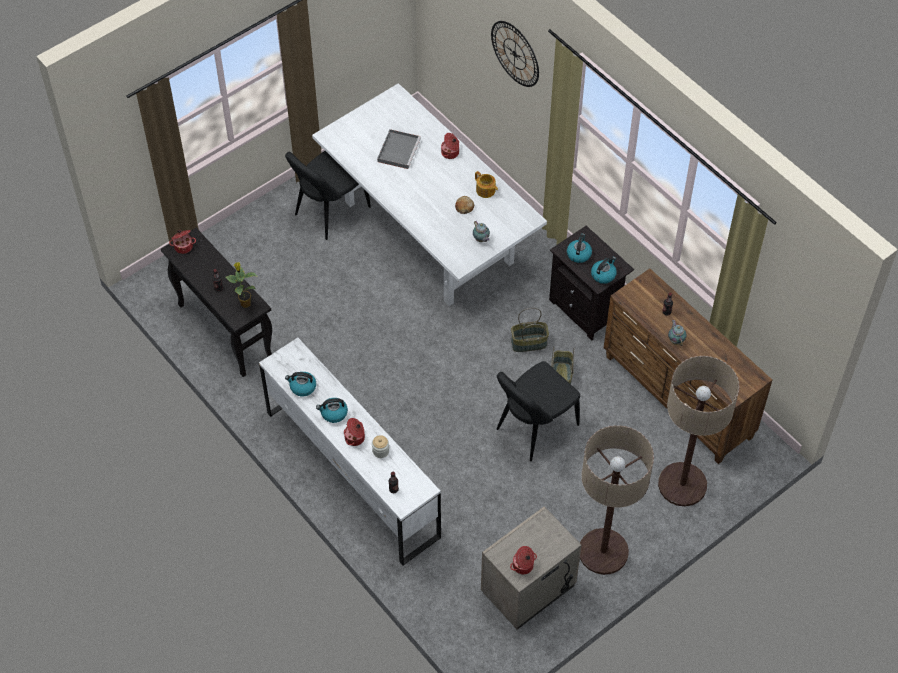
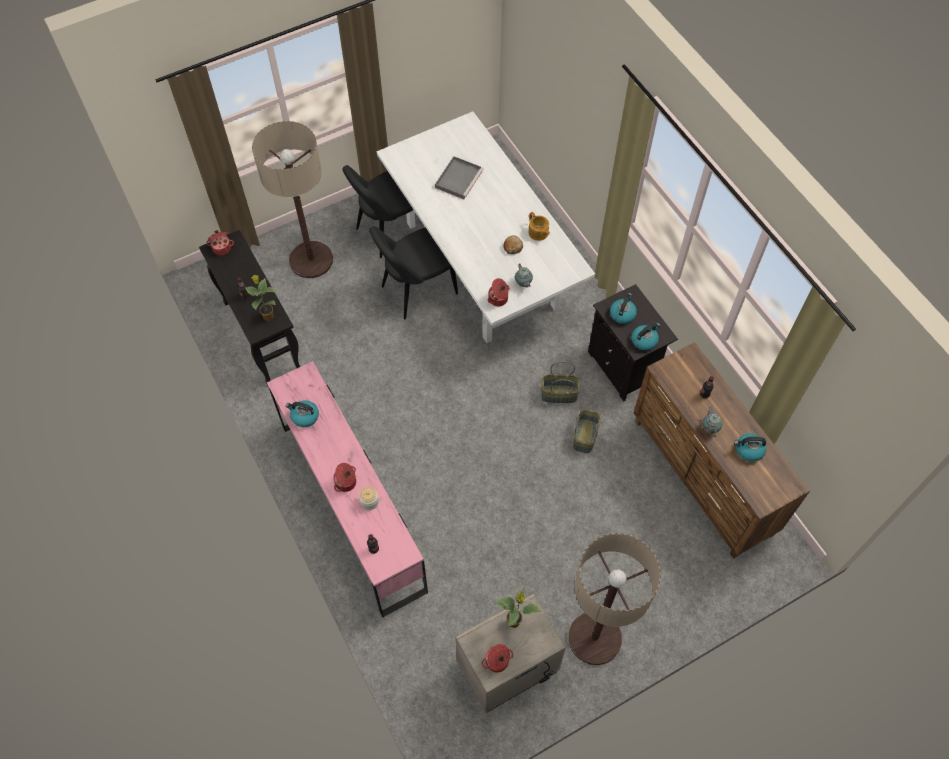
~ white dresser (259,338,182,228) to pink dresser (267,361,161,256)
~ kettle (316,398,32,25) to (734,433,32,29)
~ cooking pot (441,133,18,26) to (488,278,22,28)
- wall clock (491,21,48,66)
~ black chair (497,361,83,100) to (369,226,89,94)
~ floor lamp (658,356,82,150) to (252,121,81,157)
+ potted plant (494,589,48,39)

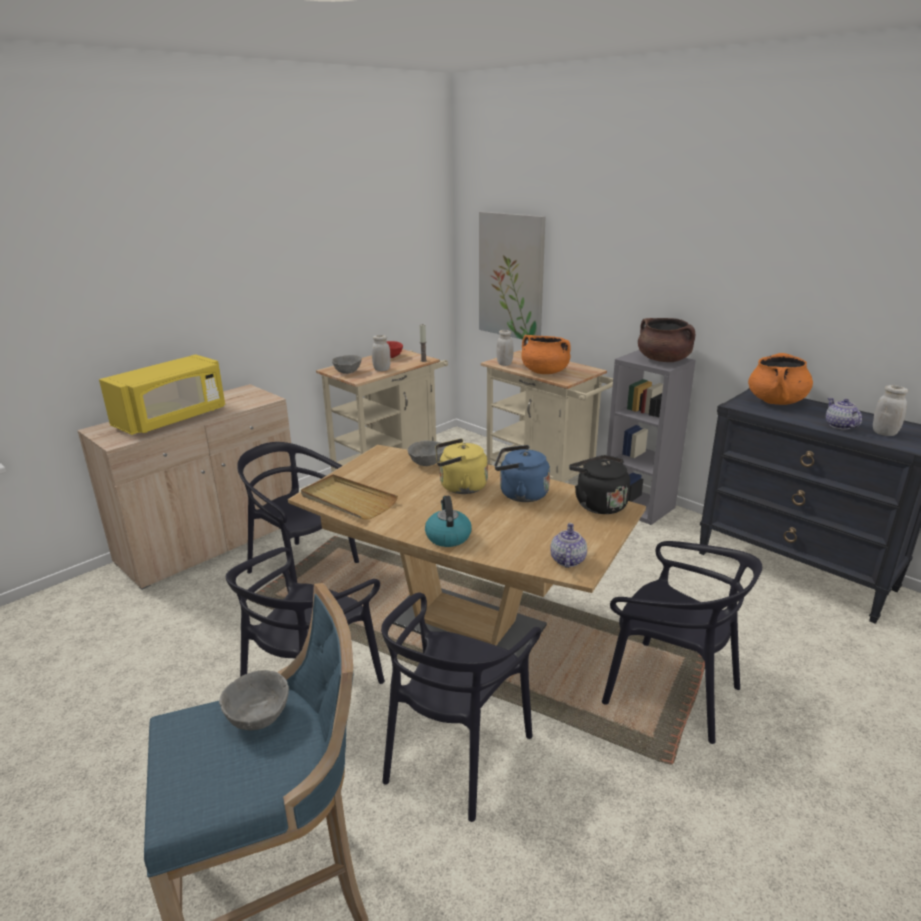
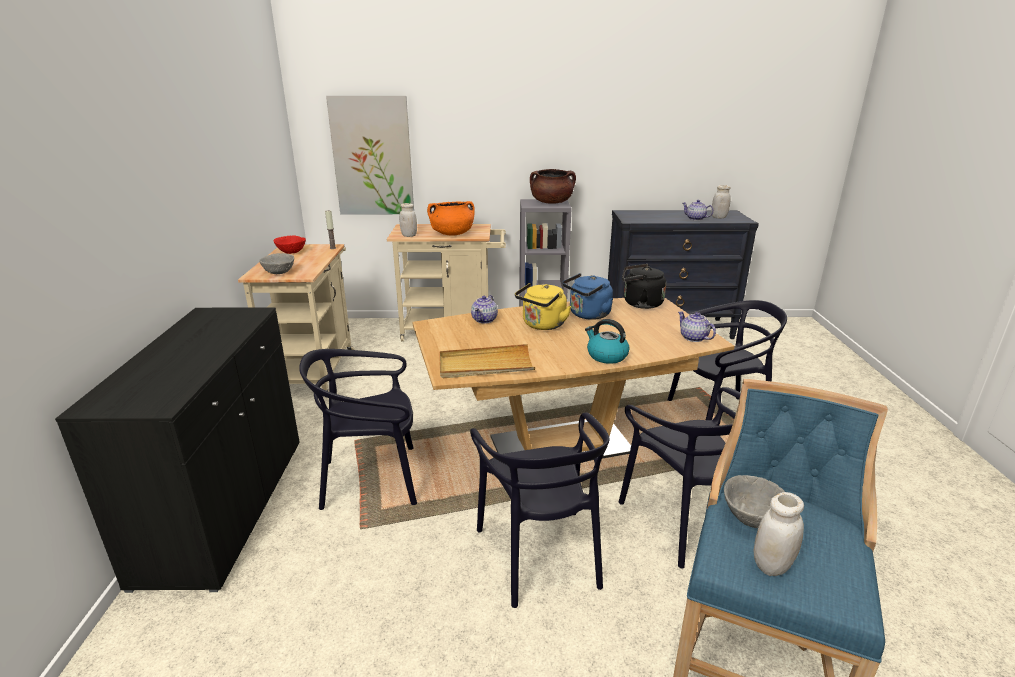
~ beige cabinet (77,384,215,206) to black cabinet (55,307,245,286)
- yellow microwave (99,354,126,81)
~ white jar (372,335,19,36) to (754,492,50,84)
~ grey bowl (407,441,40,25) to teapot (471,295,27,29)
- orange cooking pot (748,353,65,52)

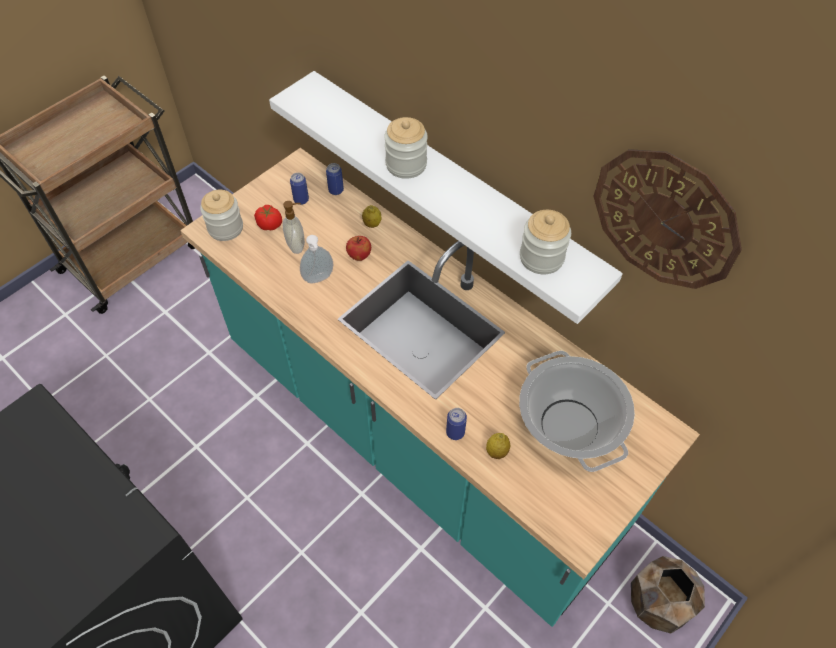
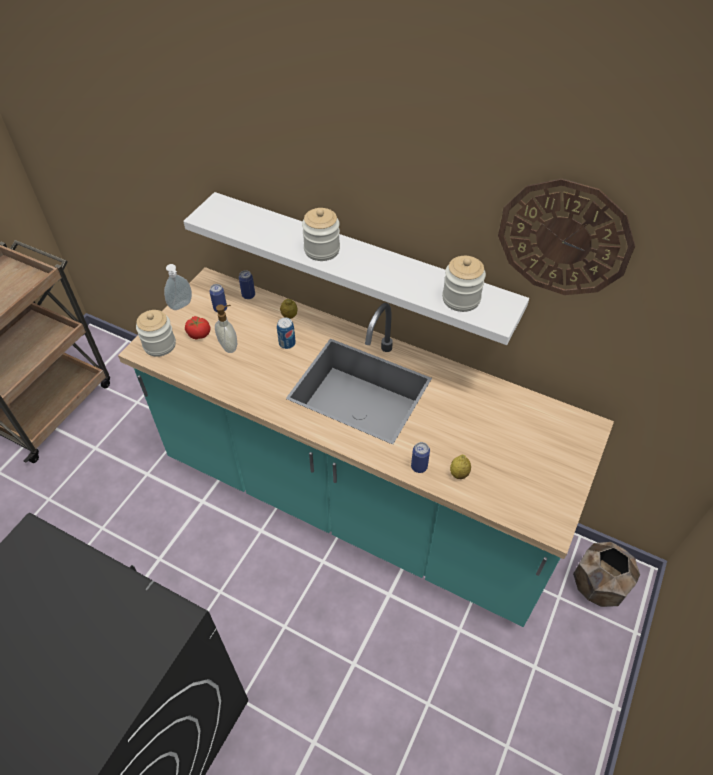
~ soap dispenser (300,235,33,49) to (164,264,28,46)
~ apple (346,236,25,25) to can (277,318,19,31)
- cooking pot (519,351,116,121)

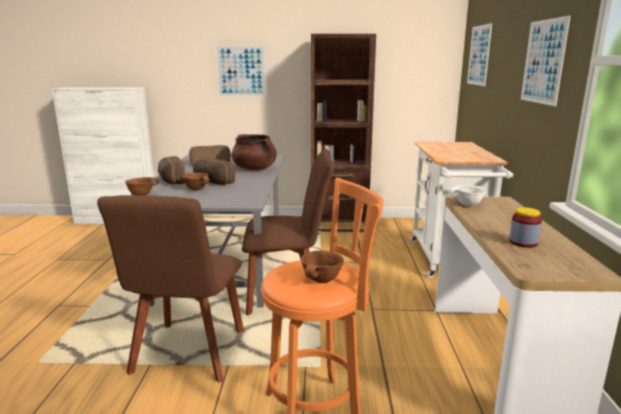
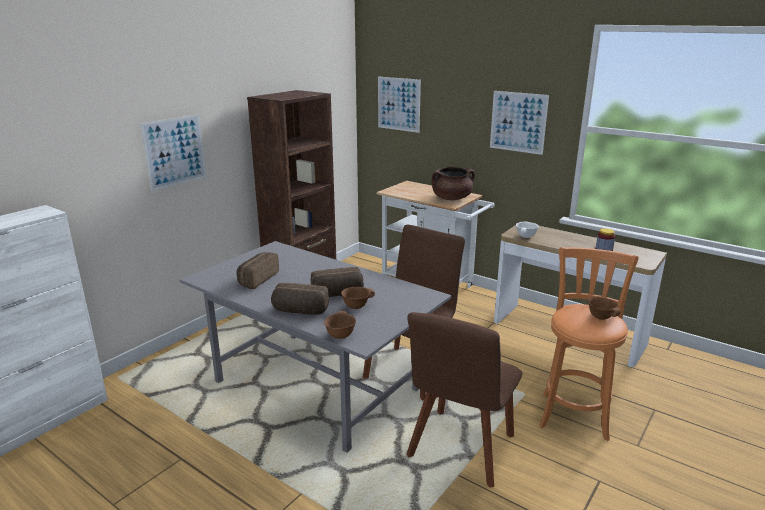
~ brown chair (97,195,147,188) = (407,312,115,176) 75 degrees clockwise
~ brown cooking pot (231,134,46,36) to (432,167,43,33)

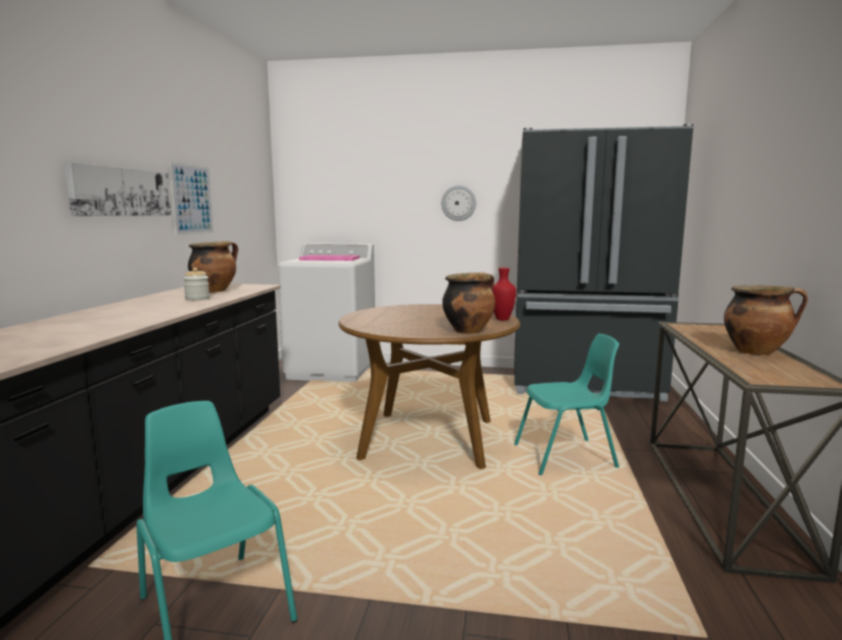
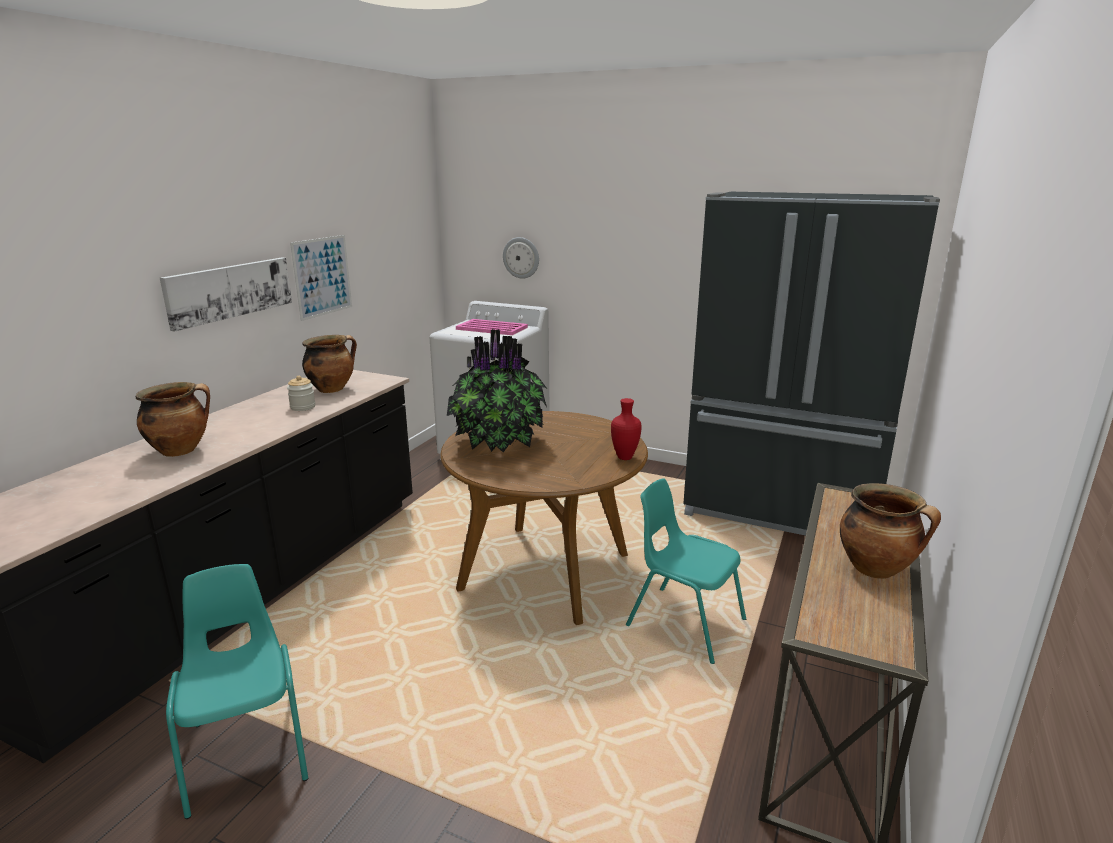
~ wall clock (441,185,35,36) to (503,237,36,42)
~ cooking pot (442,272,53,62) to (136,382,74,75)
~ turquoise chair (514,334,105,141) = (626,478,120,186) 150 degrees counterclockwise
+ potted plant (447,329,100,123)

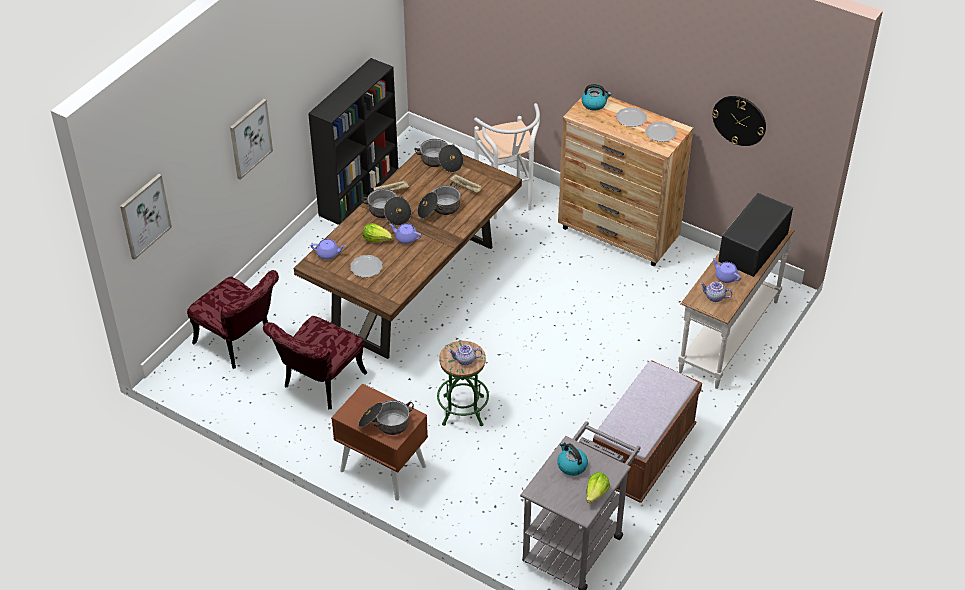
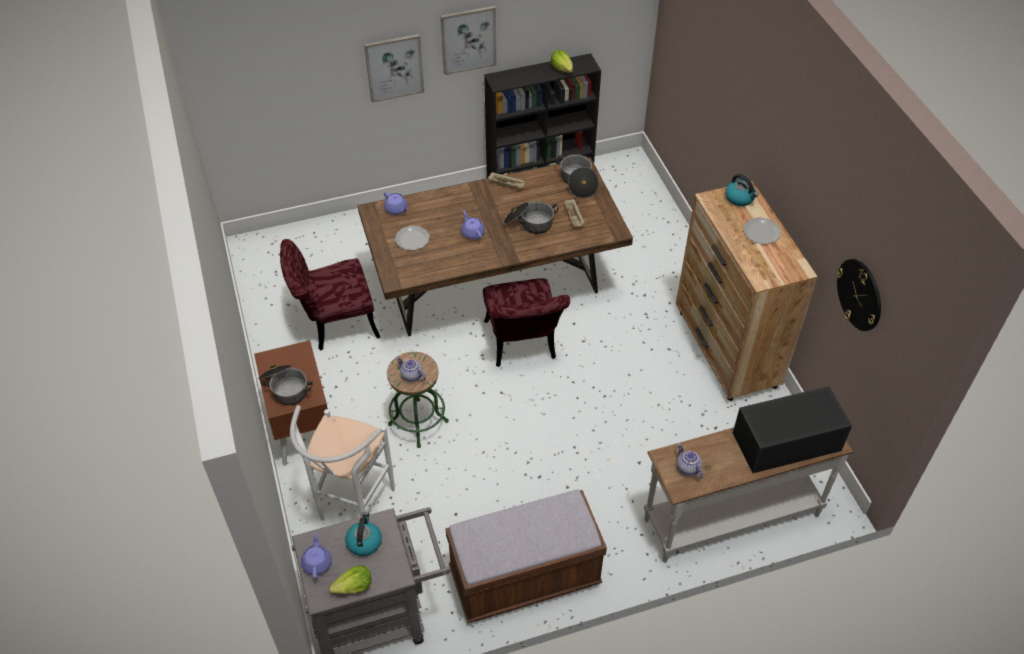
~ picture (120,174,52,86) to (441,6,56,69)
~ red chair (187,270,92,99) to (483,278,87,89)
- cooking pot (362,189,49,37)
~ lettuce (363,223,30,19) to (551,50,22,23)
~ white stool (474,103,66,116) to (290,405,105,116)
- plate (645,122,32,20)
~ purple teapot (713,258,28,25) to (301,532,31,47)

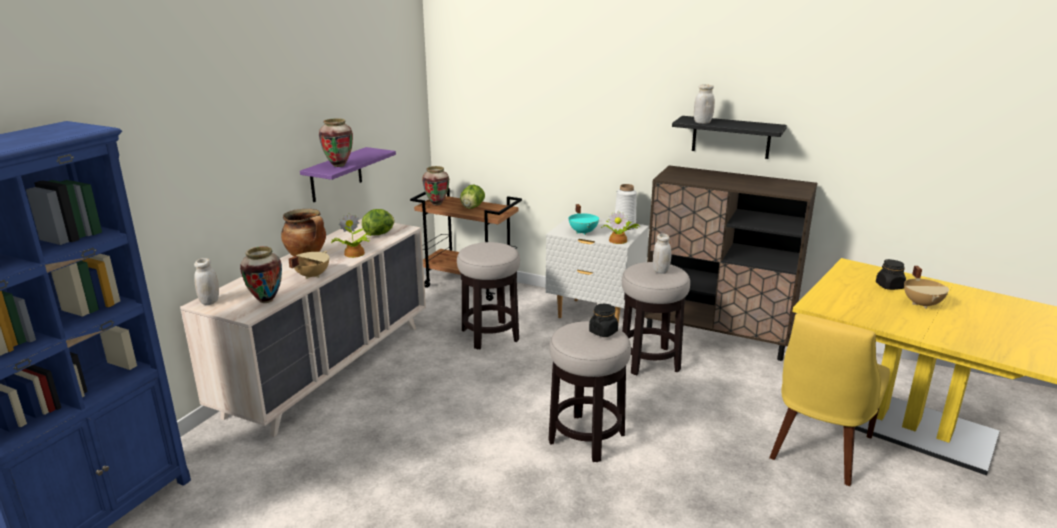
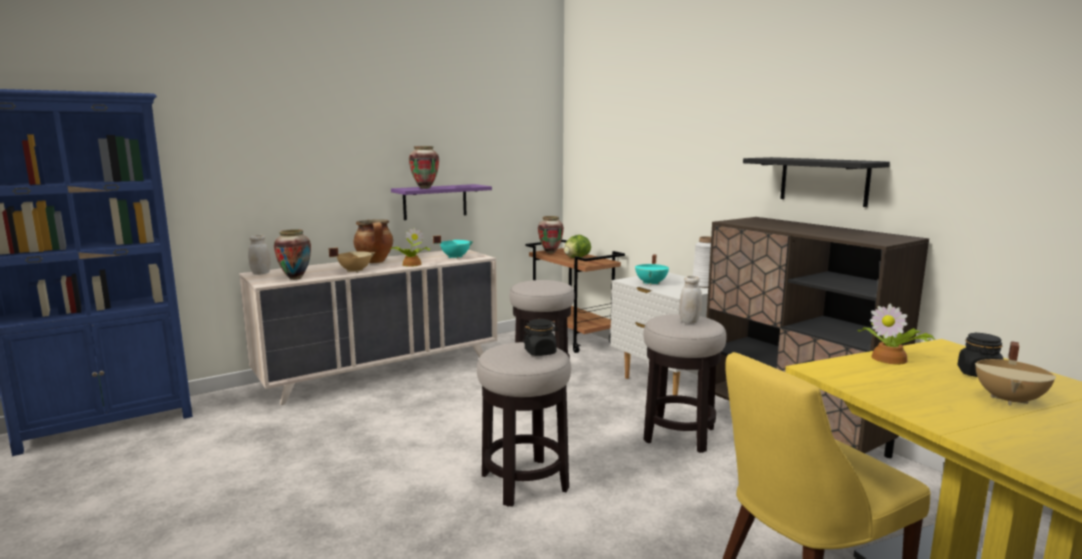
~ lettuce (362,209,32,26) to turquoise cooking pot (433,235,41,24)
~ potted plant (601,211,39,33) to (858,303,77,61)
- white jar (694,84,21,40)

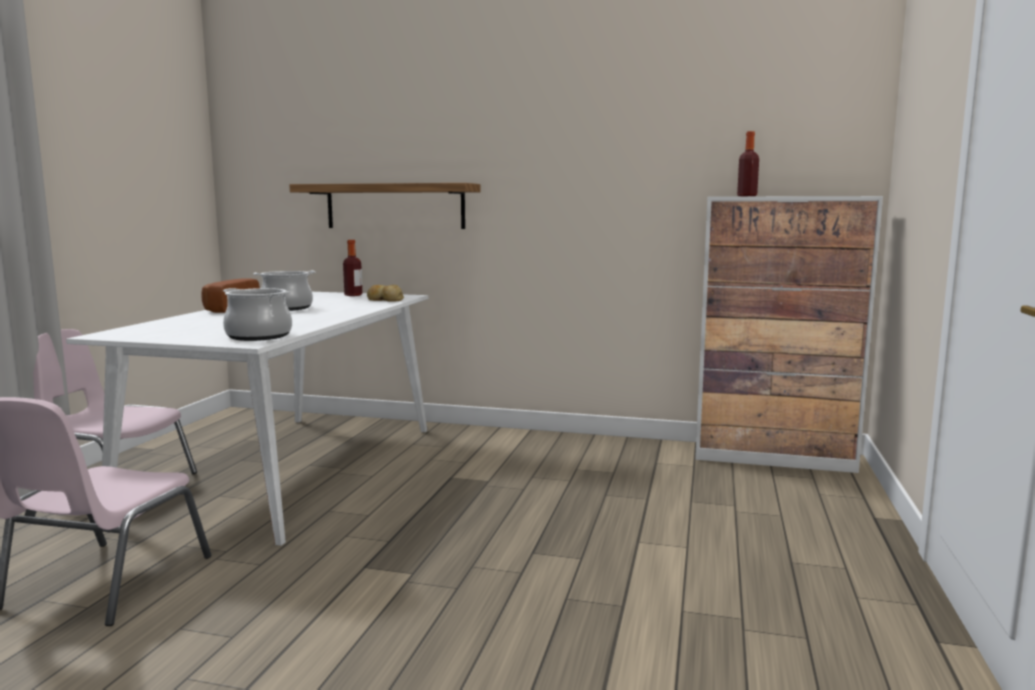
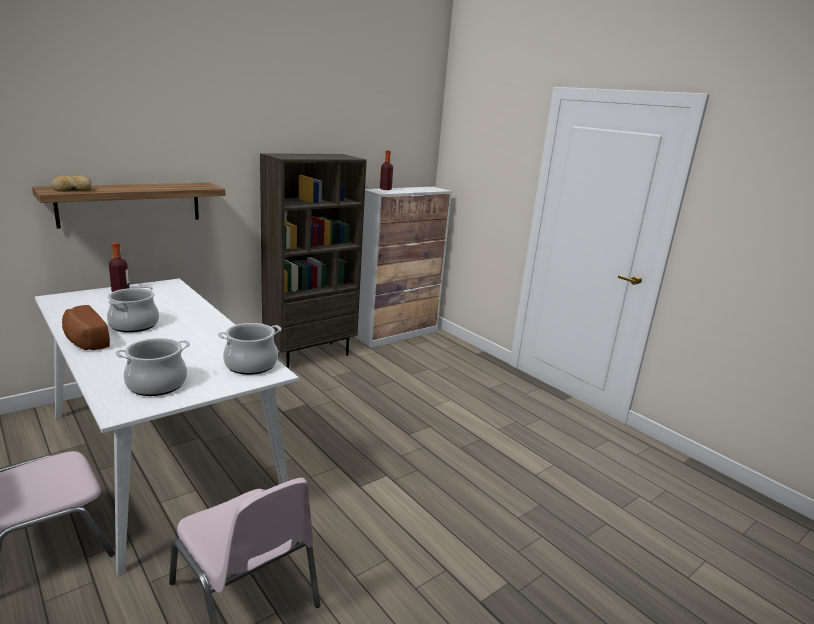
~ bread (367,285,37,17) to (51,175,41,17)
+ cooking pot (116,338,74,58)
+ brown bookcase (260,153,107,216)

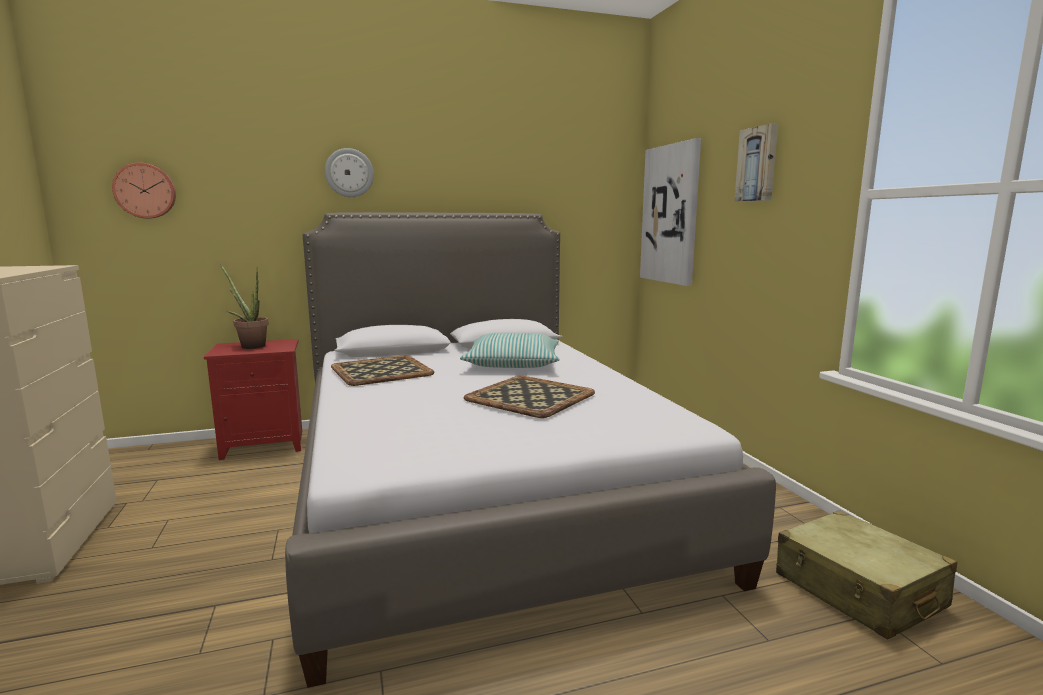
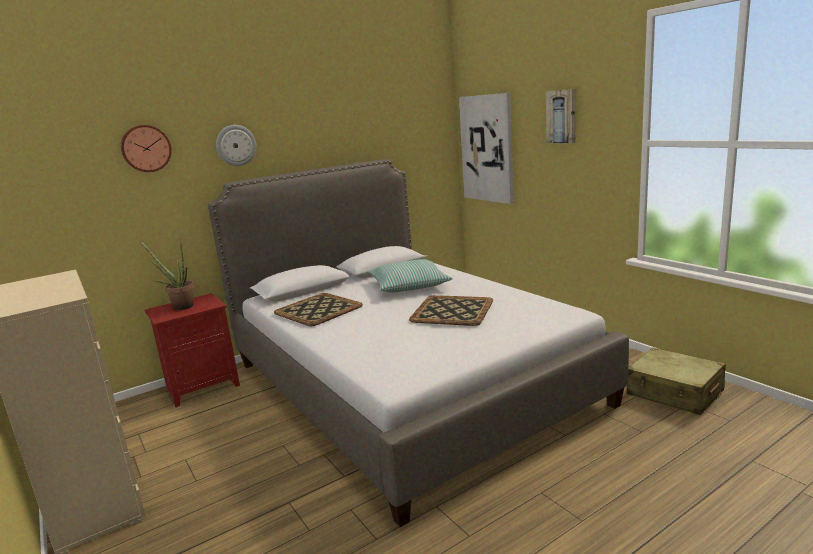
~ wall clock (112,162,64,56) to (121,125,51,47)

